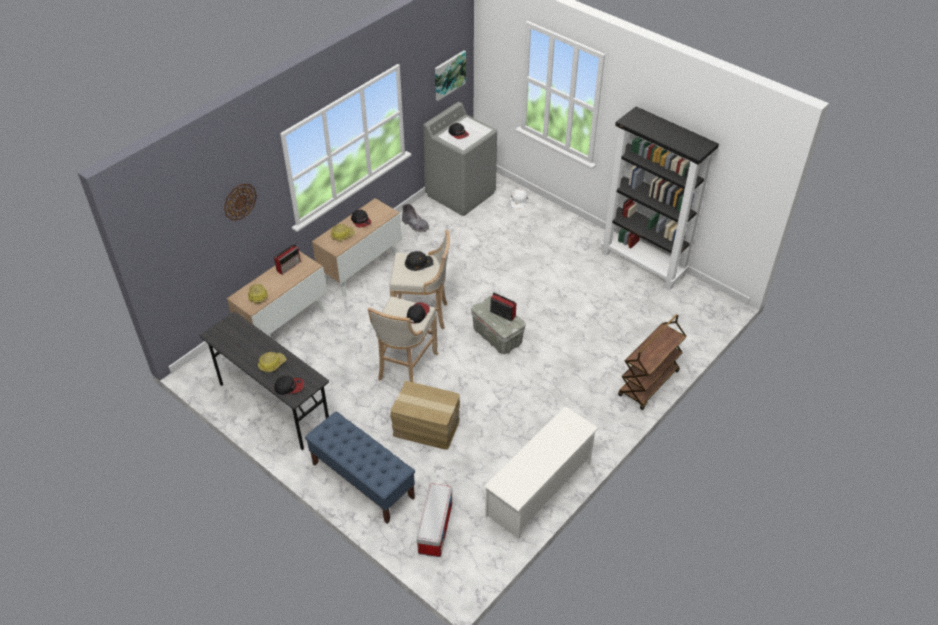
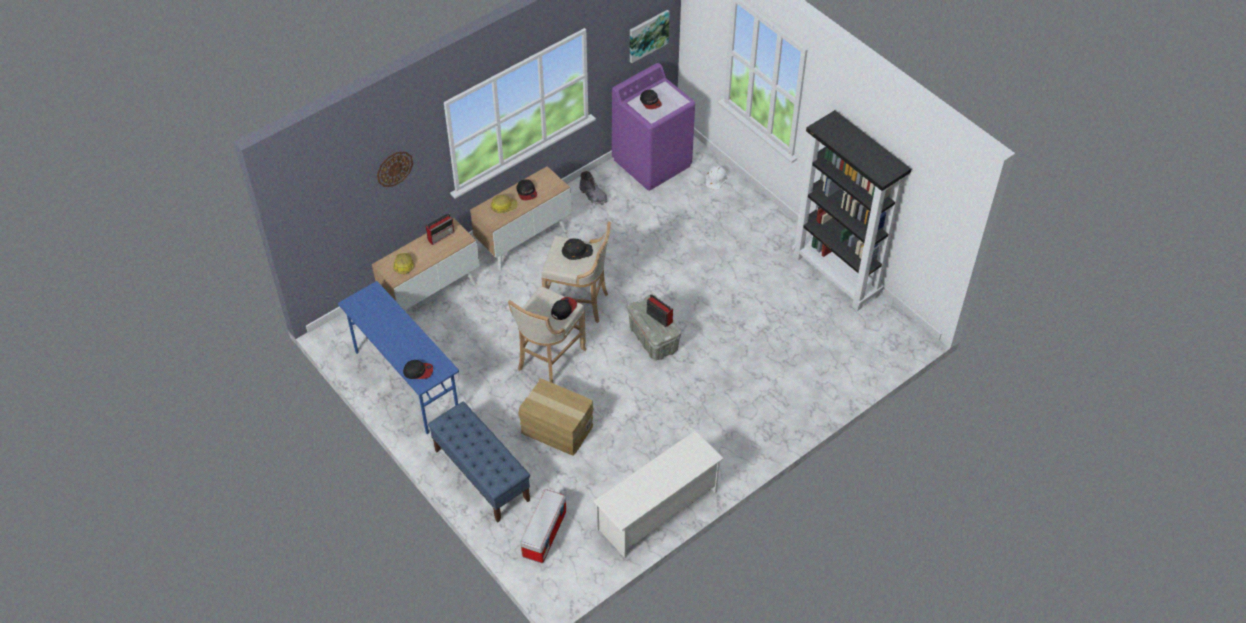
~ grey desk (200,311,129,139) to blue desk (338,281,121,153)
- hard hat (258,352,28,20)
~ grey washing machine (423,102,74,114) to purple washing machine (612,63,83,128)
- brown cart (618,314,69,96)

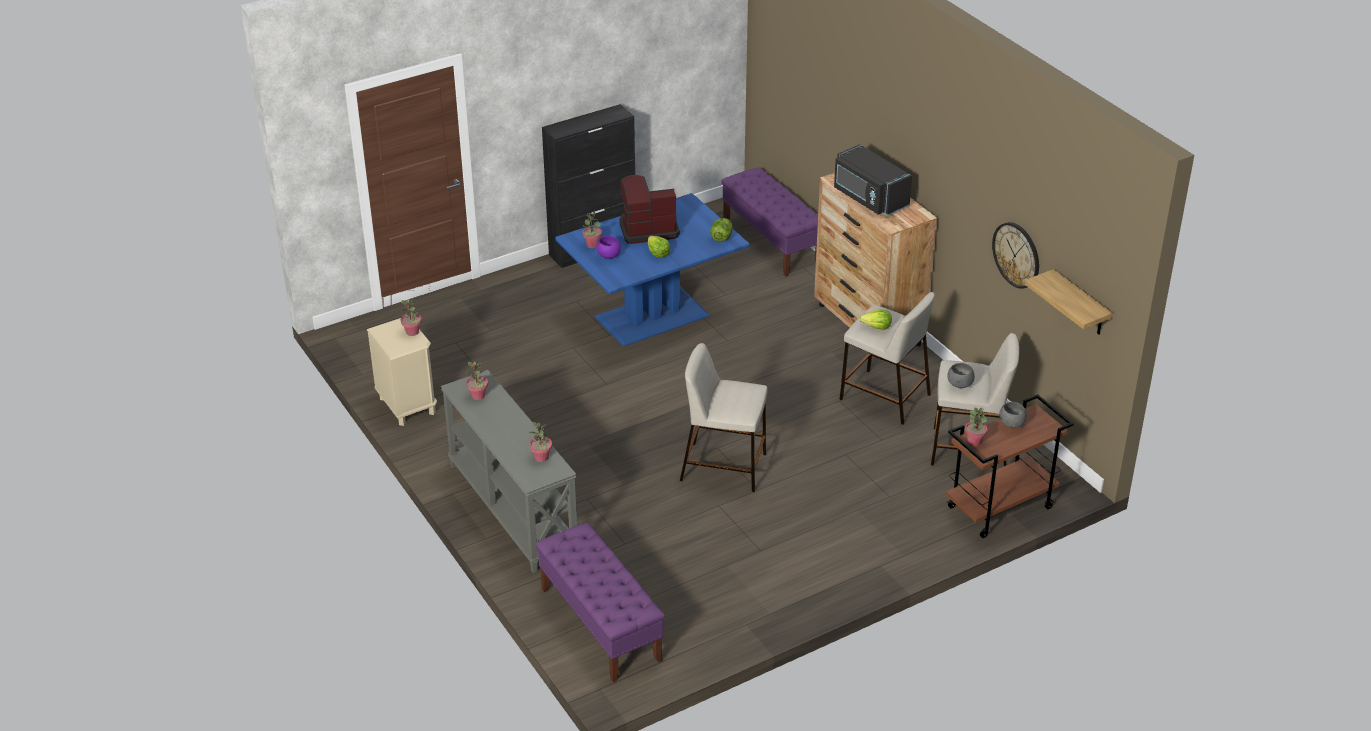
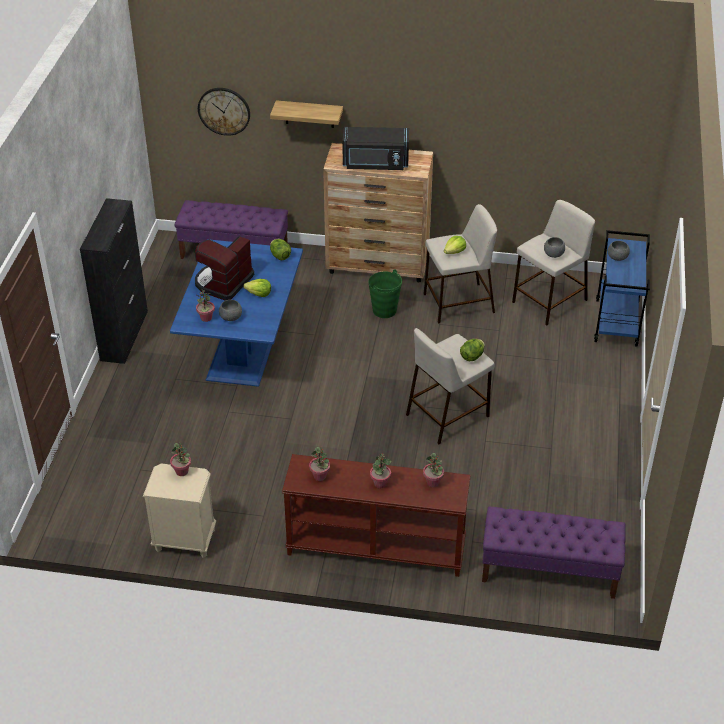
~ grey console table (441,370,136,203) to brown console table (282,454,189,123)
~ purple bowl (596,236,25,23) to grey bowl (219,300,23,21)
~ brown cart (945,394,129,144) to blue cart (594,230,56,117)
~ potted plant (965,407,22,39) to (370,453,21,35)
~ wall clock (992,222,47,67) to (198,88,52,48)
~ shelf (1025,269,88,66) to (270,100,73,28)
+ green bucket (368,269,34,49)
+ lettuce (460,339,25,22)

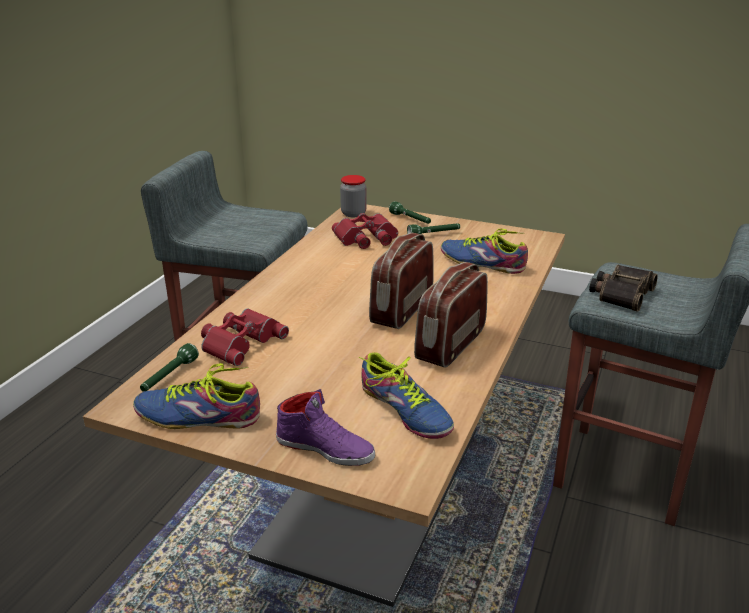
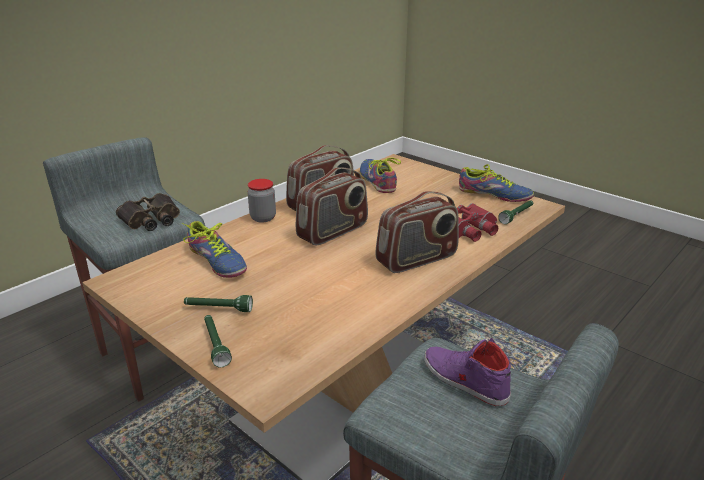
~ purple shoe (276,389,99,77) to (424,338,87,68)
- red binoculars (332,213,66,36)
~ jar (340,175,27,42) to (248,179,28,44)
+ radio (376,191,83,82)

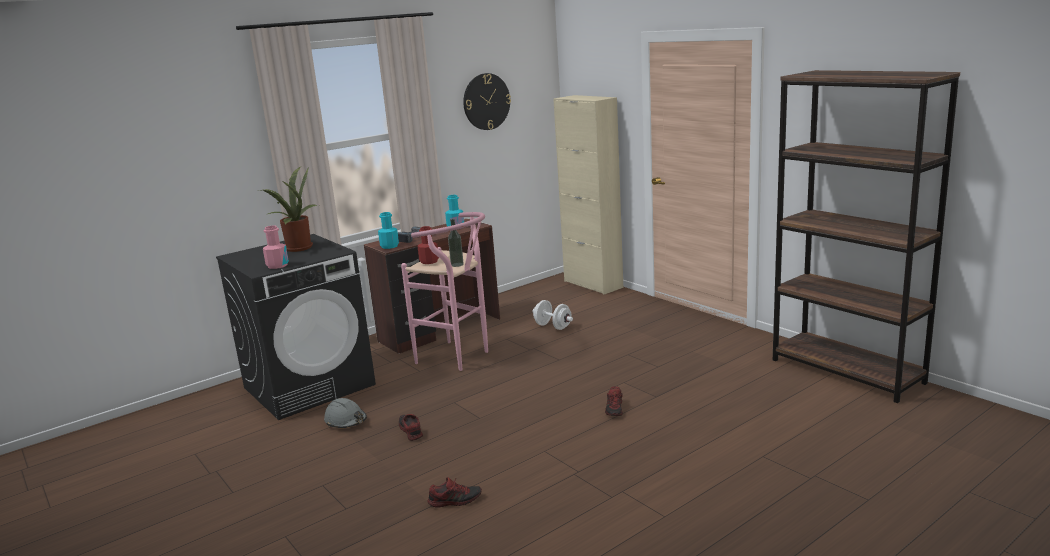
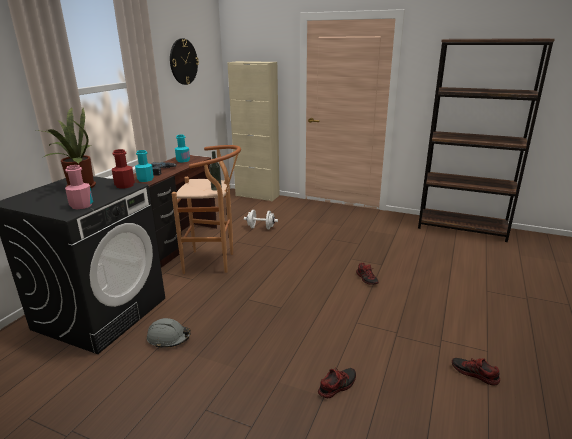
~ shoe (399,414,24,27) to (452,358,48,28)
~ pink stool (401,212,87,159) to brown stool (172,145,69,129)
~ red bottle (418,226,21,38) to (112,149,23,40)

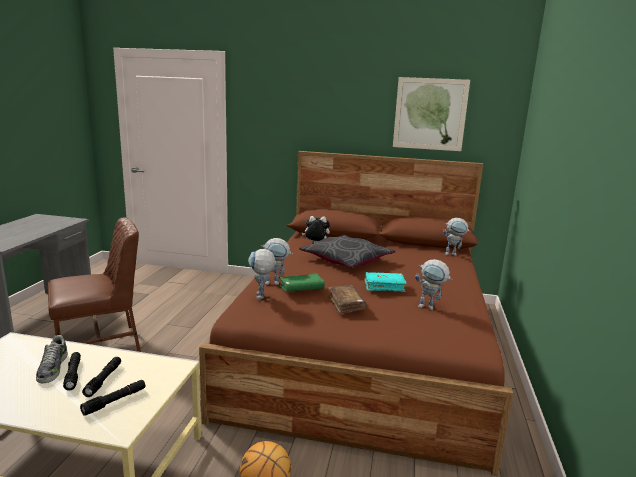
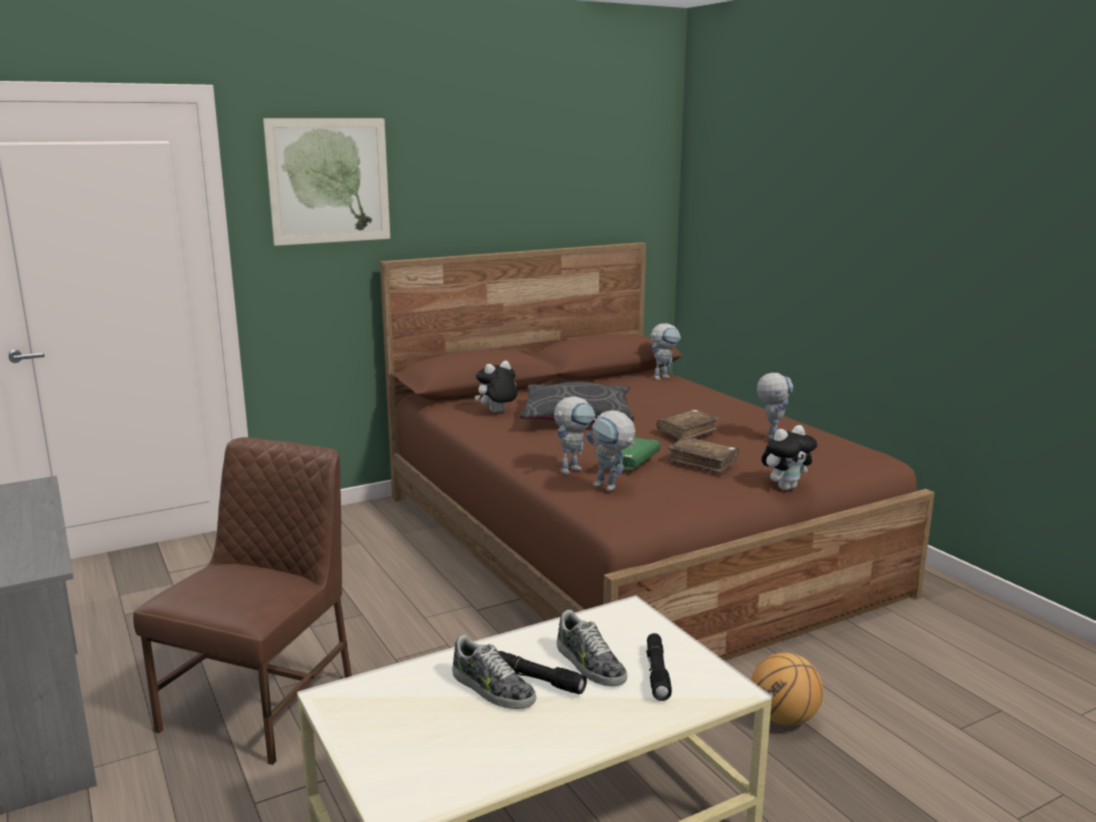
~ black flashlight (82,357,39,40) to shoe (557,610,70,76)
~ turquoise book (364,272,43,20) to brown book (657,409,62,31)
~ picture (393,77,77,74) to (263,118,127,128)
~ toy robot (415,259,38,51) = (757,373,36,66) 75 degrees counterclockwise
+ plush toy (761,425,56,65)

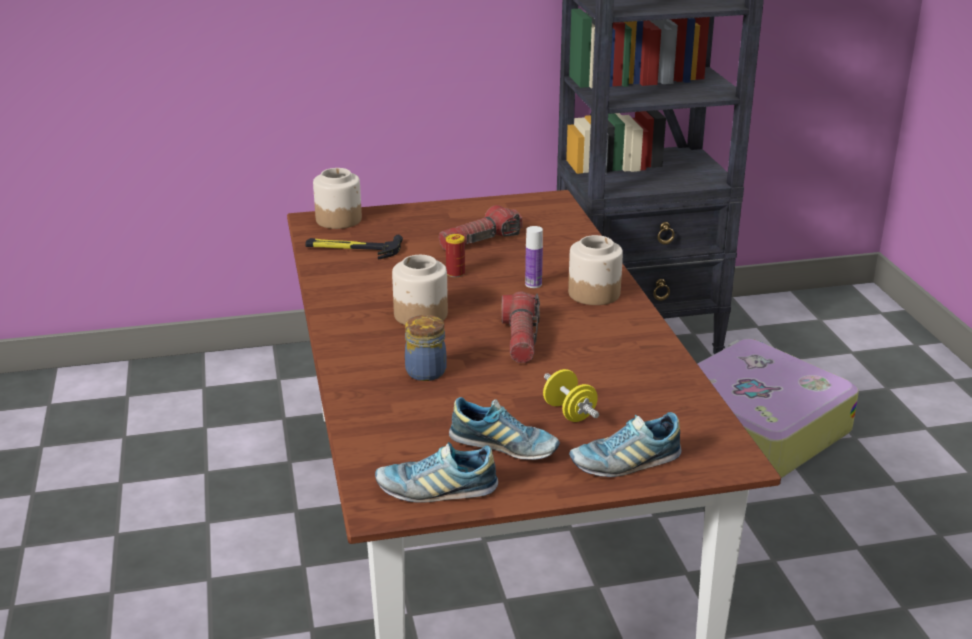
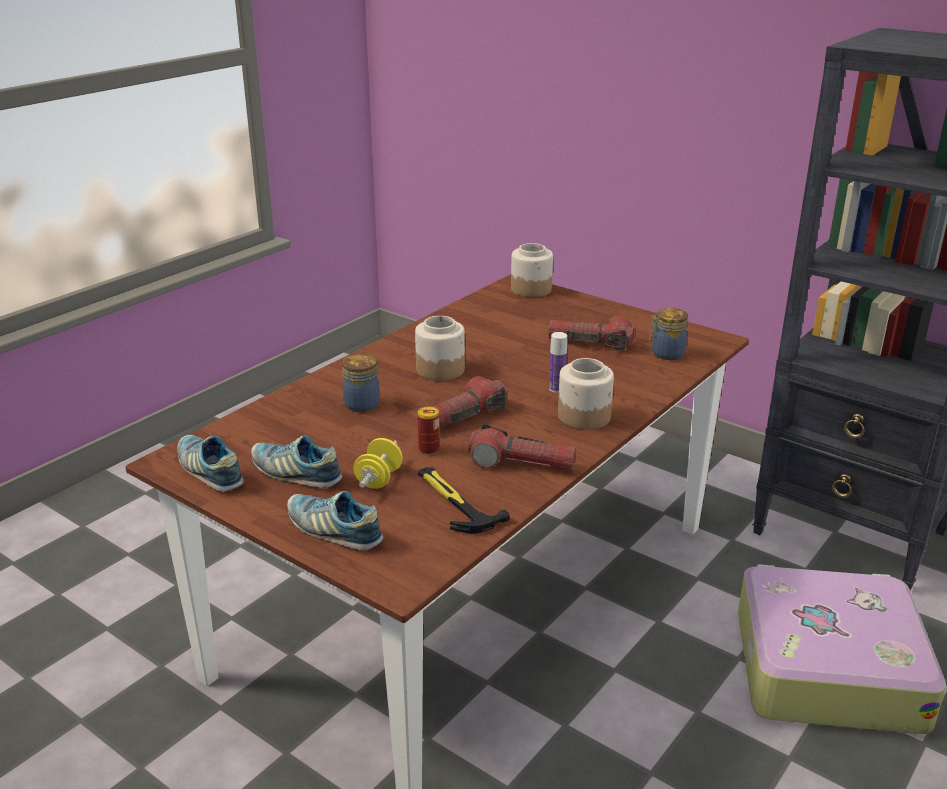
~ hammer (305,235,98,25) to (418,467,92,67)
~ can (446,234,19,43) to (418,407,22,48)
~ shoe (449,397,111,63) = (251,435,91,53) 135 degrees clockwise
+ flashlight (469,424,107,47)
+ jar (649,308,39,52)

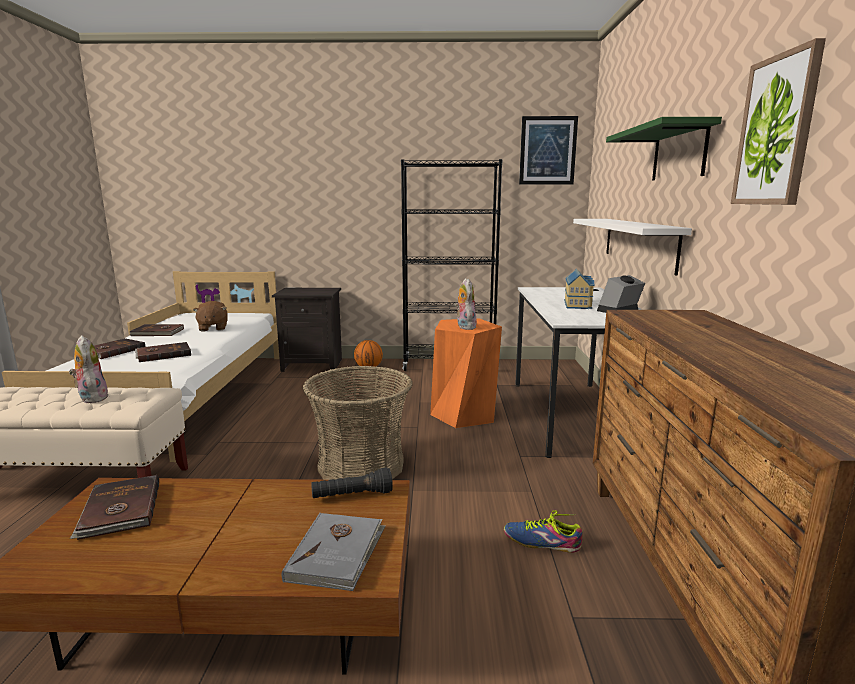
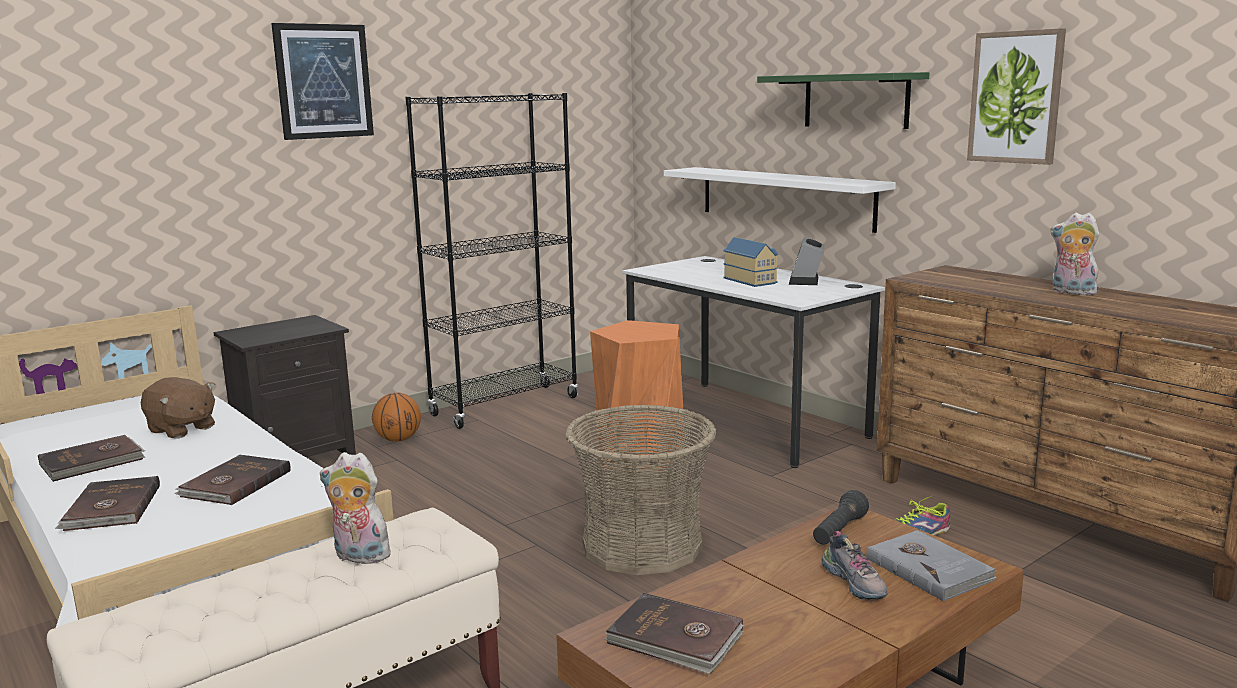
~ plush toy (455,278,22,52) to (1051,213,49,82)
~ picture (519,116,59,68) to (271,23,103,117)
+ shoe (821,531,67,69)

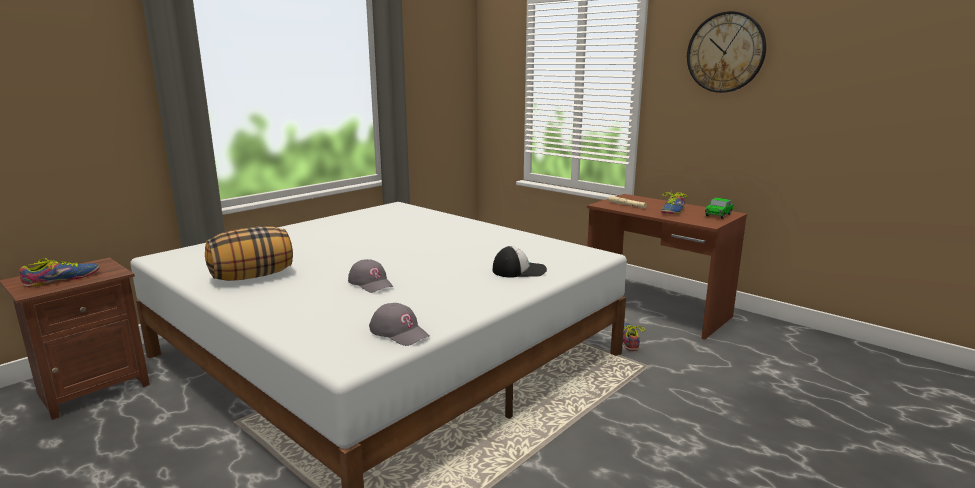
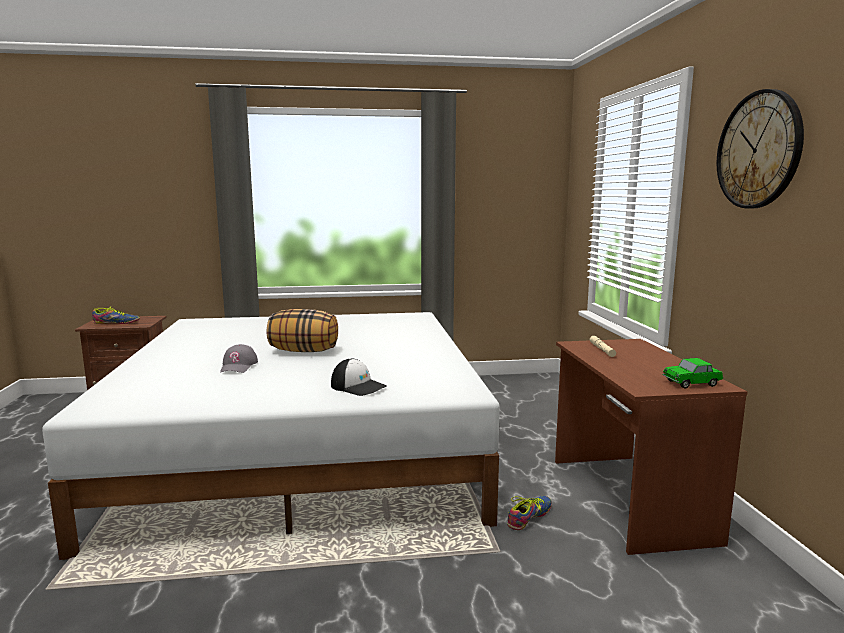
~ pillow (205,226,88,55) to (267,309,71,43)
- grey cap (369,303,61,43)
- shoe (661,189,26,25)

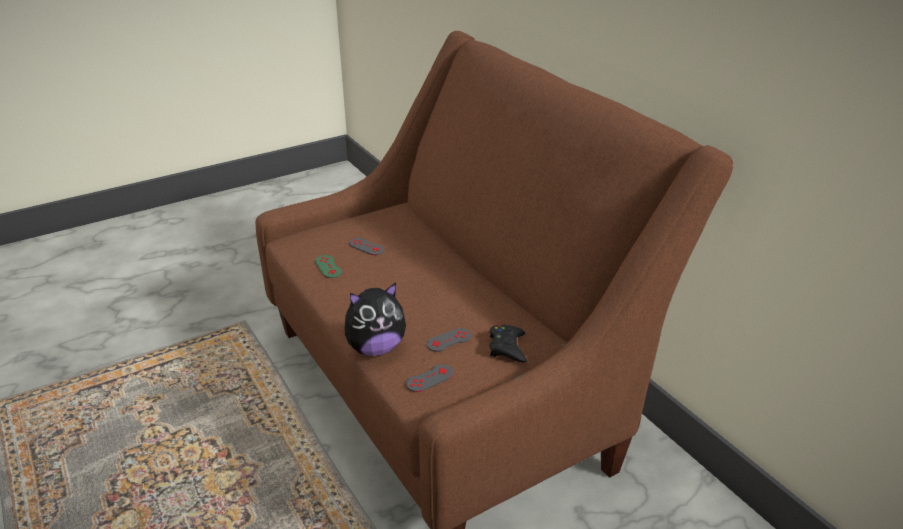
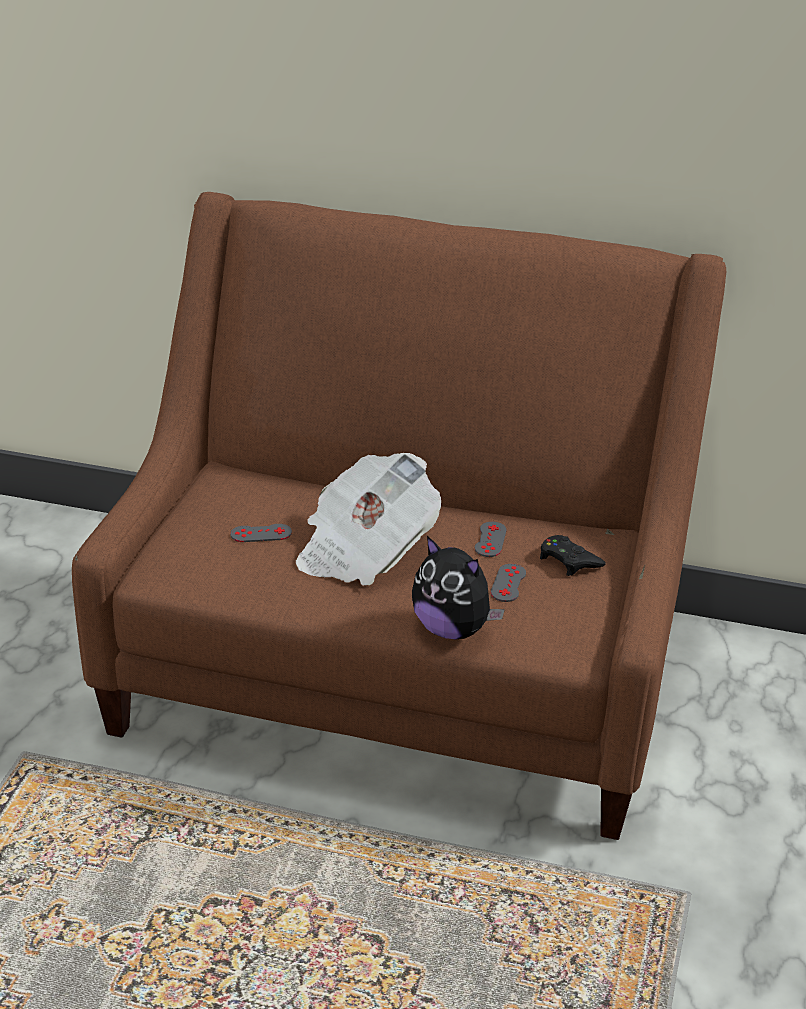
- green game controller (315,255,27,23)
~ plush toy (345,283,61,73) = (412,536,93,103) 105 degrees clockwise
~ grey game controller (406,364,48,28) to (475,522,32,35)
+ newspaper (296,453,145,133)

